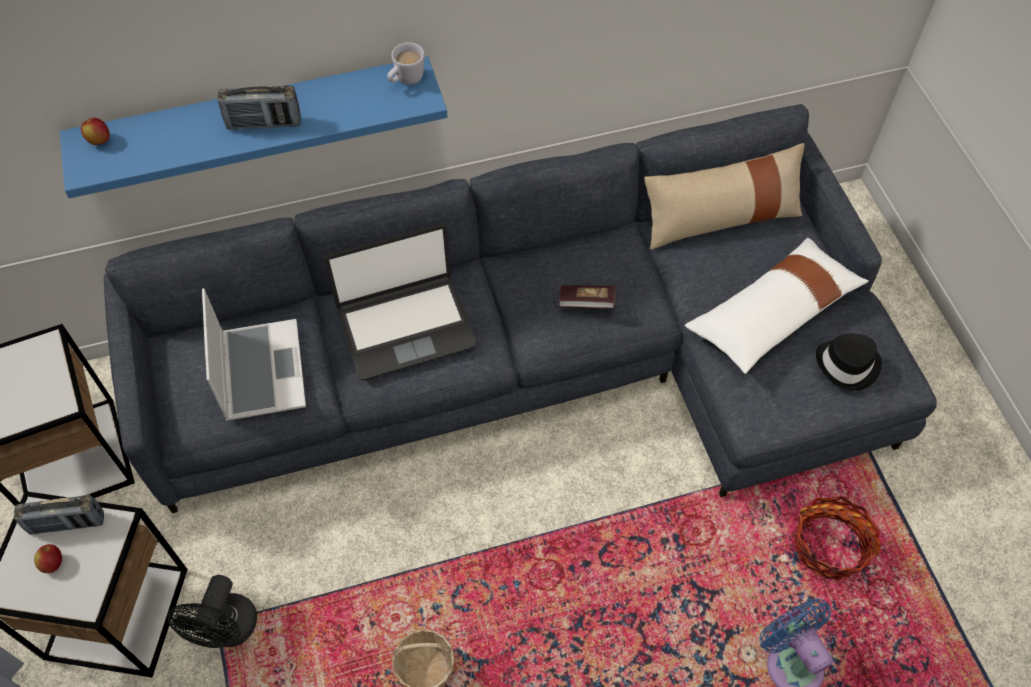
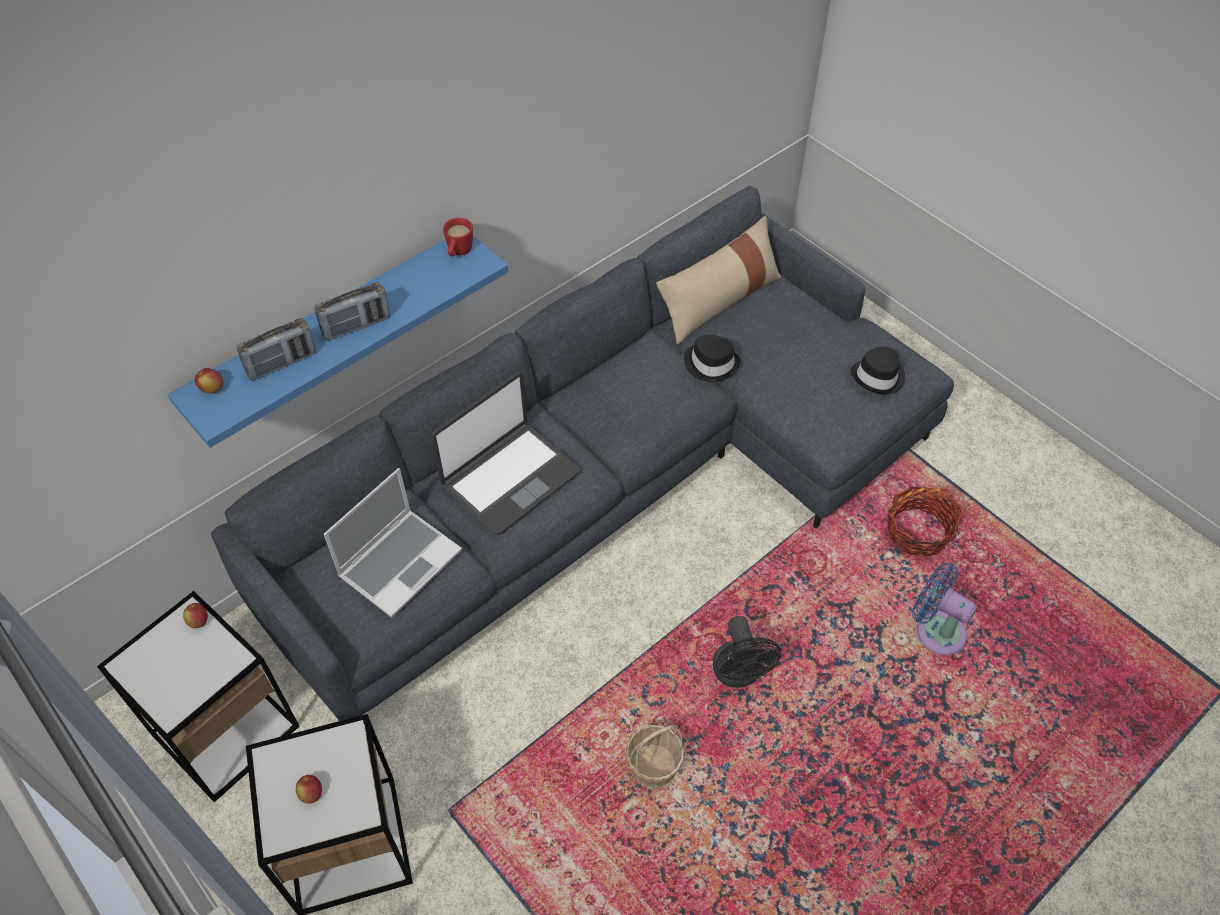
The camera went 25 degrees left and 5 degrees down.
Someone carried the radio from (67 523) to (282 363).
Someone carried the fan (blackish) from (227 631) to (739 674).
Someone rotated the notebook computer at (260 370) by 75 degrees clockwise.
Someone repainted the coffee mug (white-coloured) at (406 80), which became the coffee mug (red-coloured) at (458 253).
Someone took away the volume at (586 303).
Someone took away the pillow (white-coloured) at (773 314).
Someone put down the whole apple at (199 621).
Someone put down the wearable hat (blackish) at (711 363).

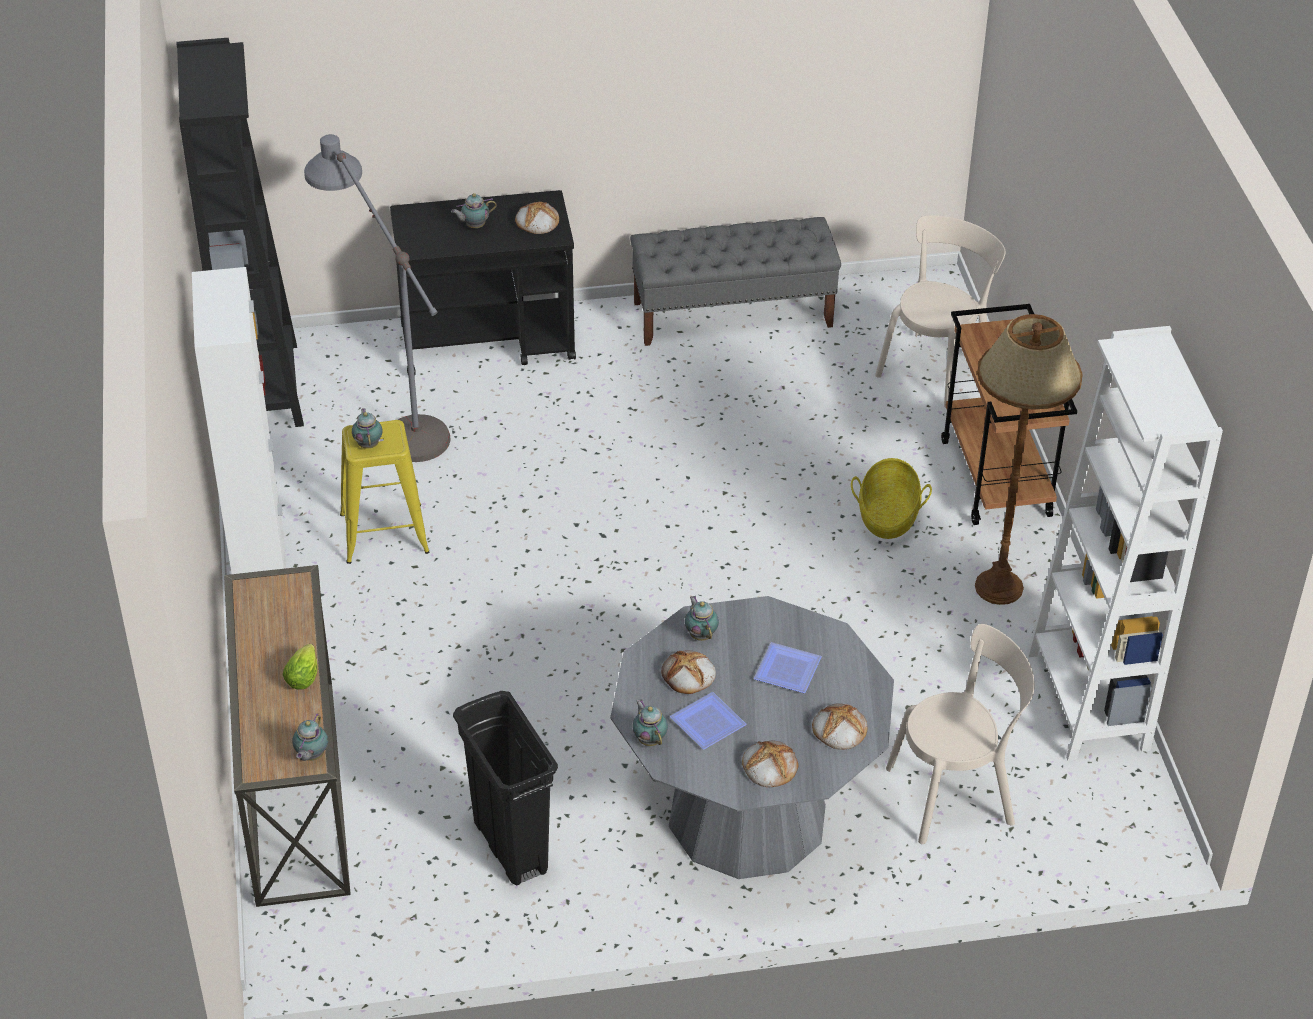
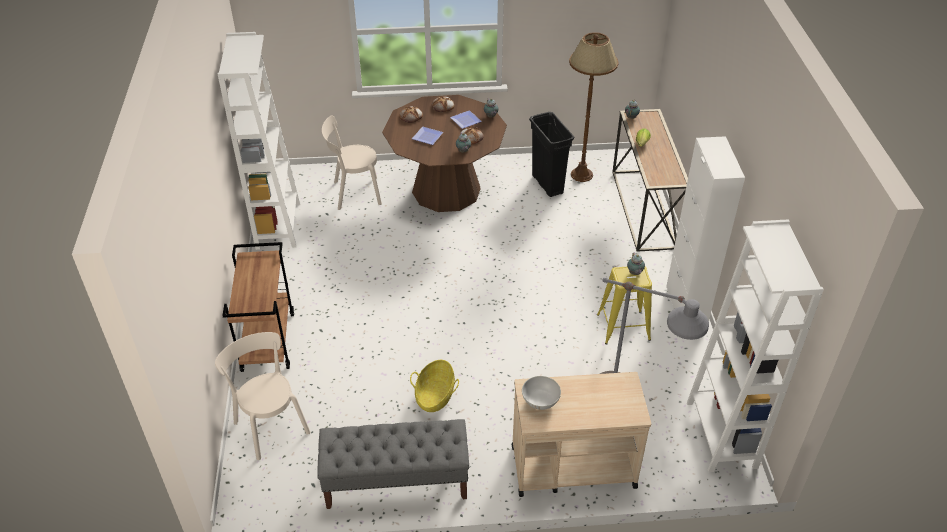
The camera went 175 degrees left and 0 degrees up.
Someone repainted the bookcase (blackish) at (263 388), which became the bookcase (white-coloured) at (721 434).
Someone repainted the wheeled cart (blackish) at (489 342), which became the wheeled cart (beige-coloured) at (572 466).
Someone took away the pot for tea at (474 226).
Someone swapped the baked bread at (537 221) for the bowl (white-coloured) at (540 401).
Someone repainted the dining table (grey) at (747 815), which became the dining table (brown) at (446 190).
Someone carried the basket from (888 516) to (435 395).
Someone rotated the upright chair (beige-coloured) at (936 367) by 105 degrees clockwise.
Someone carried the standing lamp (brown) from (998 587) to (582 174).

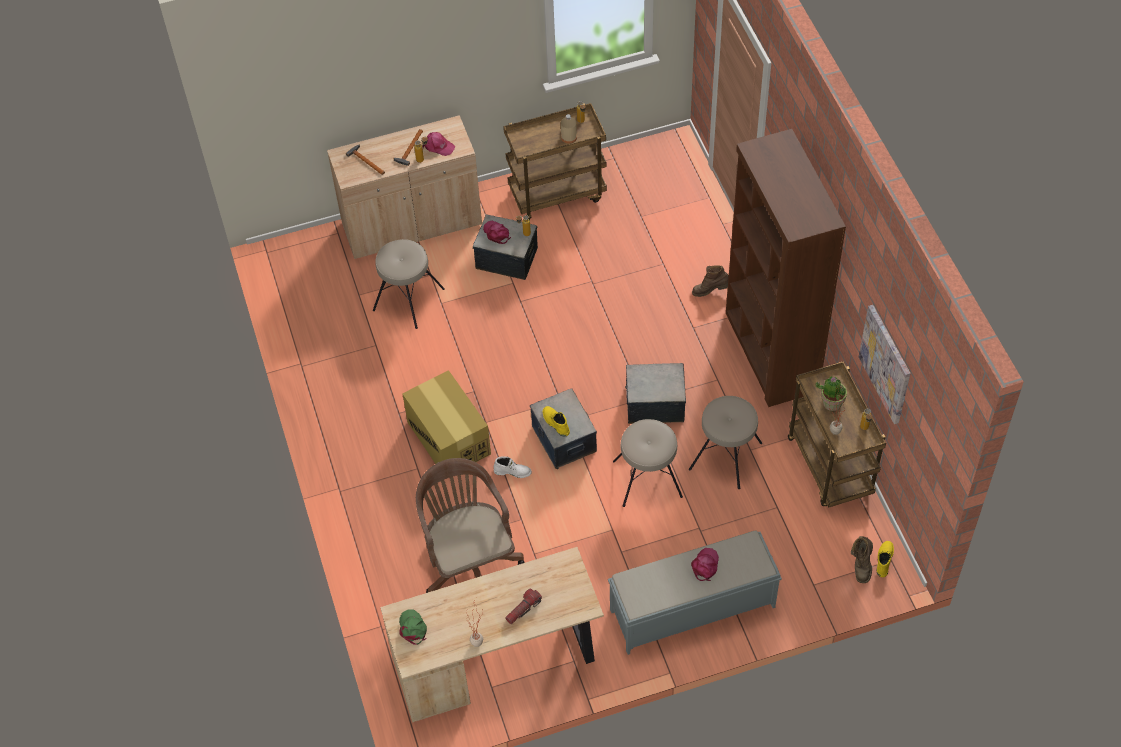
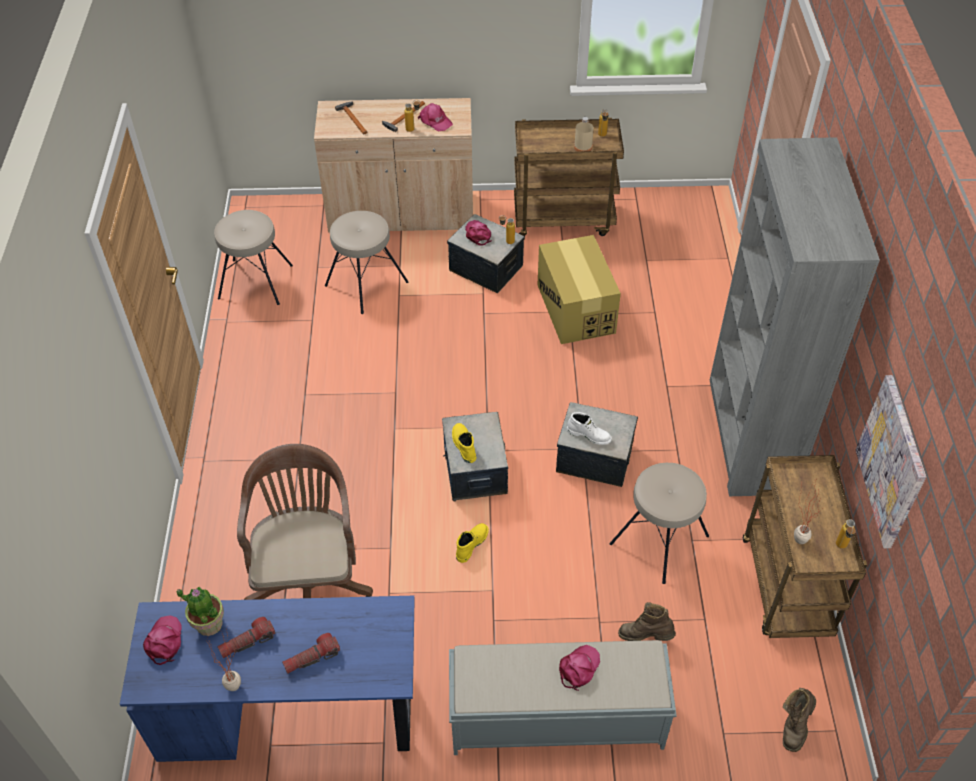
The camera went 15 degrees right and 5 degrees down.
Someone repainted the desk unit (beige-coloured) at (498 660), which became the desk unit (blue-coloured) at (292 713).
Someone repainted the peaked cap (greenish) at (412 628), which became the peaked cap (pink-coloured) at (164 642).
Someone carried the carton from (448 438) to (575 308).
Someone carried the tall boot (white-coloured) from (513 471) to (589 435).
Someone carried the stool seat (beige-coloured) from (647 479) to (255 282).
Someone carried the tall boot (brown) from (711 291) to (645 636).
Someone repainted the bookcase (brown) at (770 352), which became the bookcase (grey) at (749 435).
Someone carried the potted plant from (831 403) to (209 623).
Someone carried the tall boot (yellowish) from (883 560) to (471 544).
Someone put down the torch at (247 642).

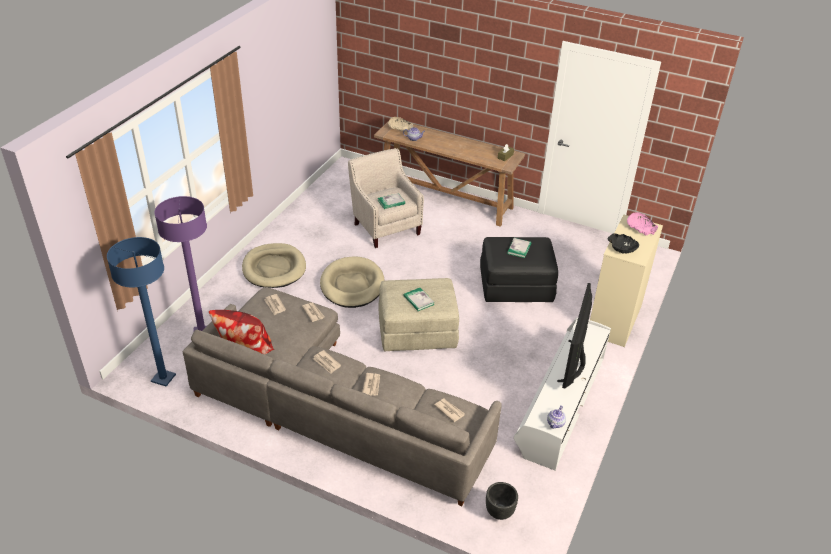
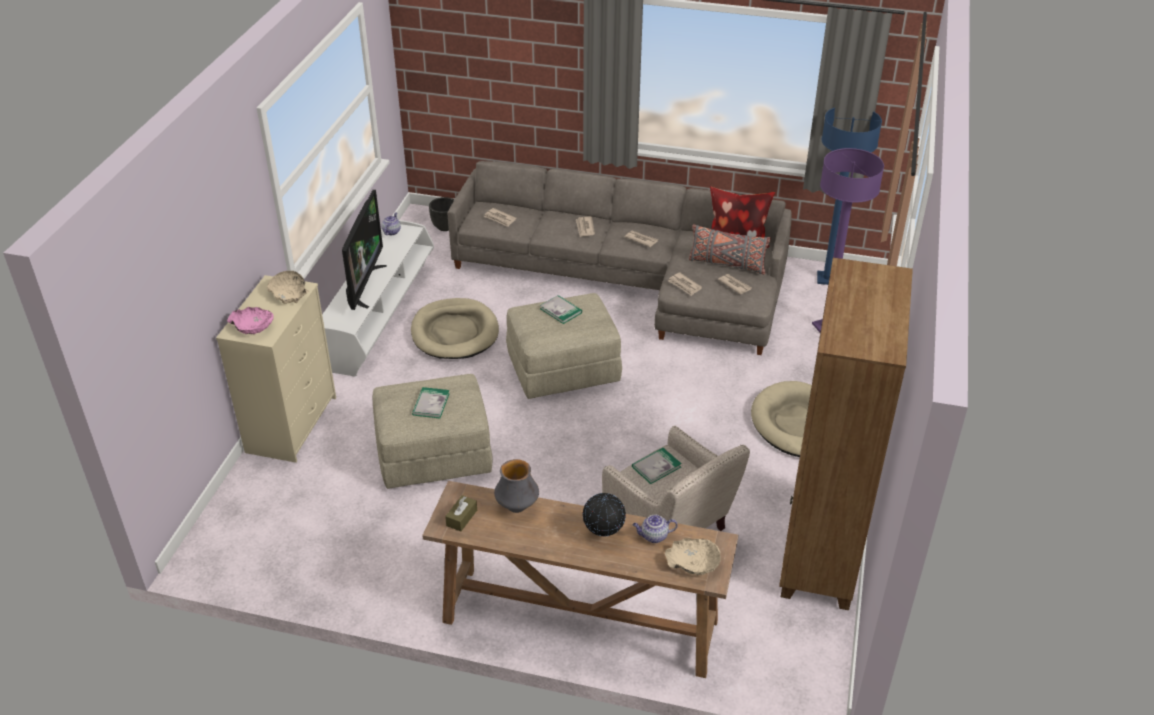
The camera went 170 degrees right and 0 degrees up.
Someone carried the pet bed (beige-coloured) from (352 285) to (455 332).
Someone repainted the pouffe (blackish) at (516 286), which became the pouffe (beige-coloured) at (433 455).
Someone repainted the bowl (blackish) at (622 248), which became the bowl (beige-coloured) at (289 293).
Someone put down the decorative vase at (517 507).
Someone put down the world globe at (603 533).
Someone put down the pillow (grey) at (727 264).
Someone put down the bookcase (brown) at (819 553).

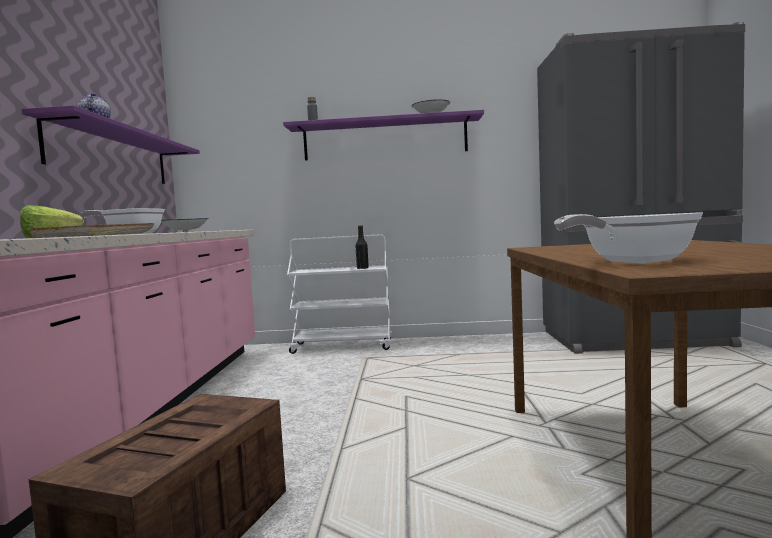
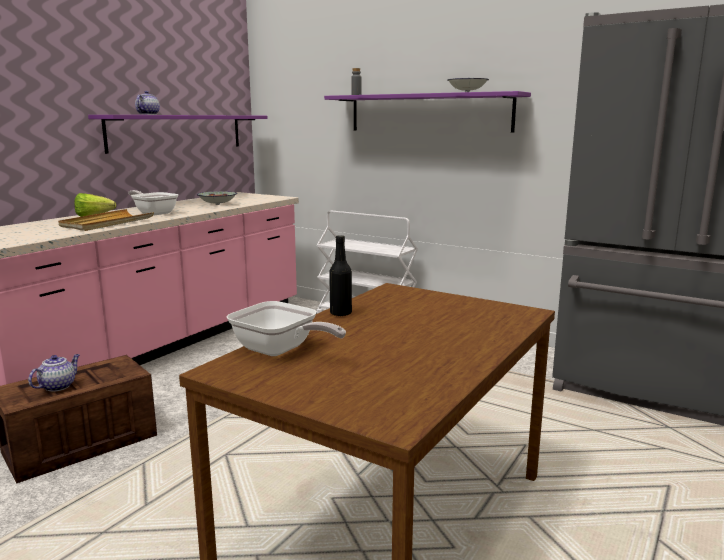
The camera went 30 degrees right and 10 degrees up.
Someone carried the beverage bottle (blackish) from (362 268) to (340 313).
Someone rotated the skillet at (630 262) by 150 degrees counterclockwise.
Someone put down the pot for tea at (58 386).

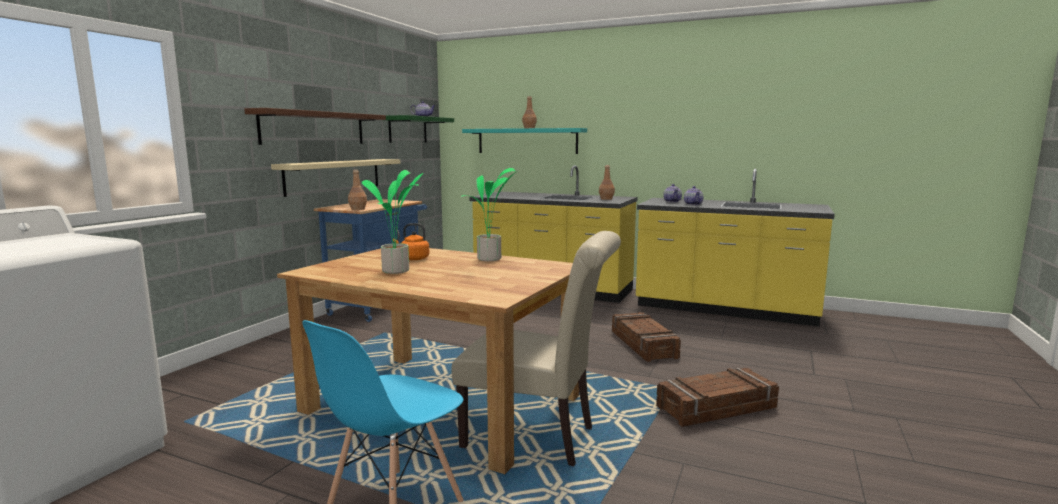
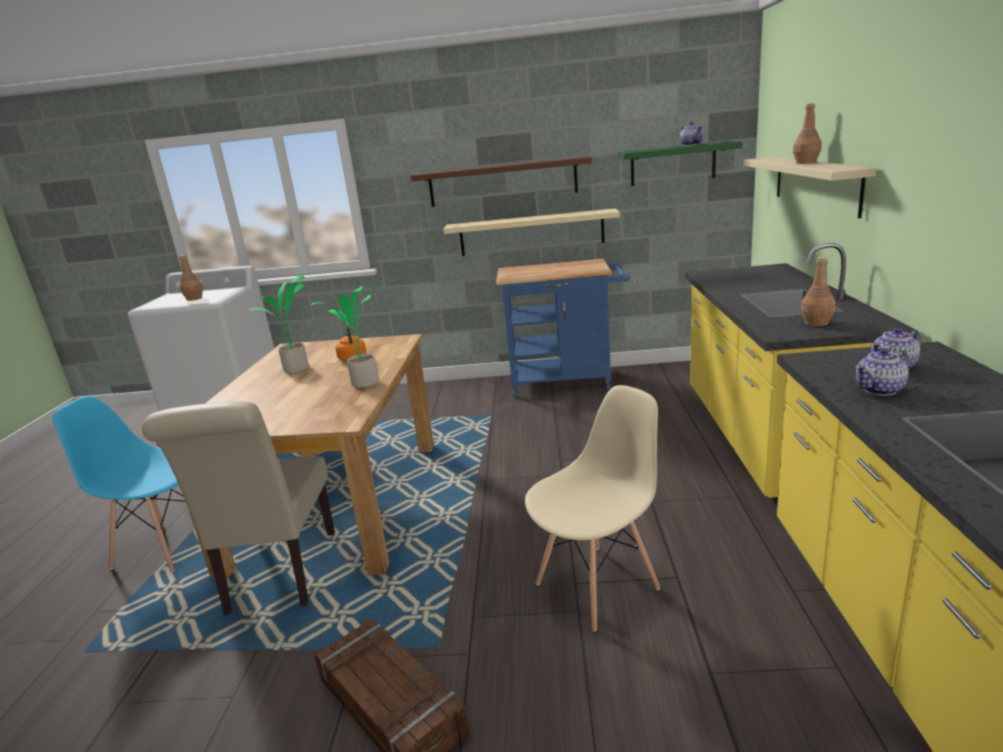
The camera went 70 degrees right and 10 degrees up.
Someone carried the beverage bottle (brown) from (358 209) to (194 298).
Someone repainted the shelf (turquoise) at (527 141), which became the shelf (beige-coloured) at (815 183).
Someone swapped the packing crate at (644 344) for the upright chair (beige-coloured) at (598 585).

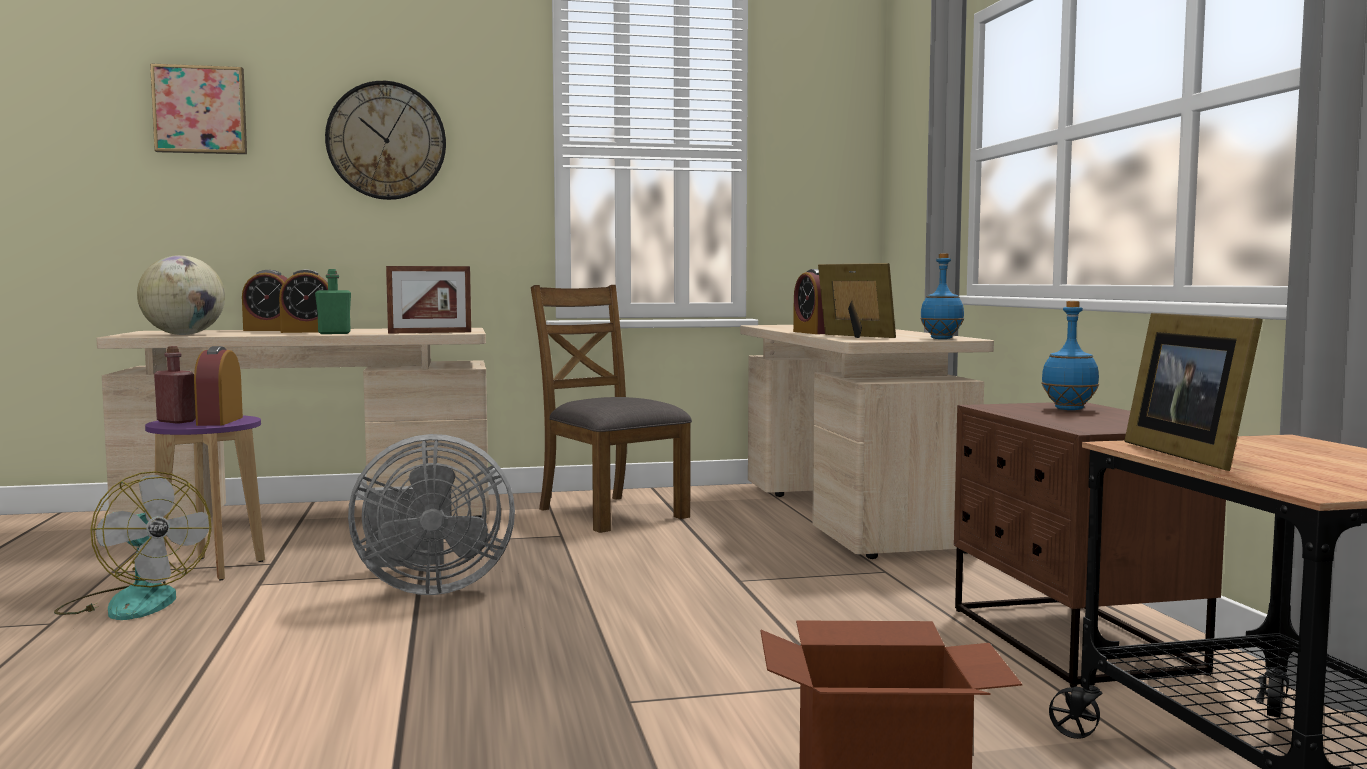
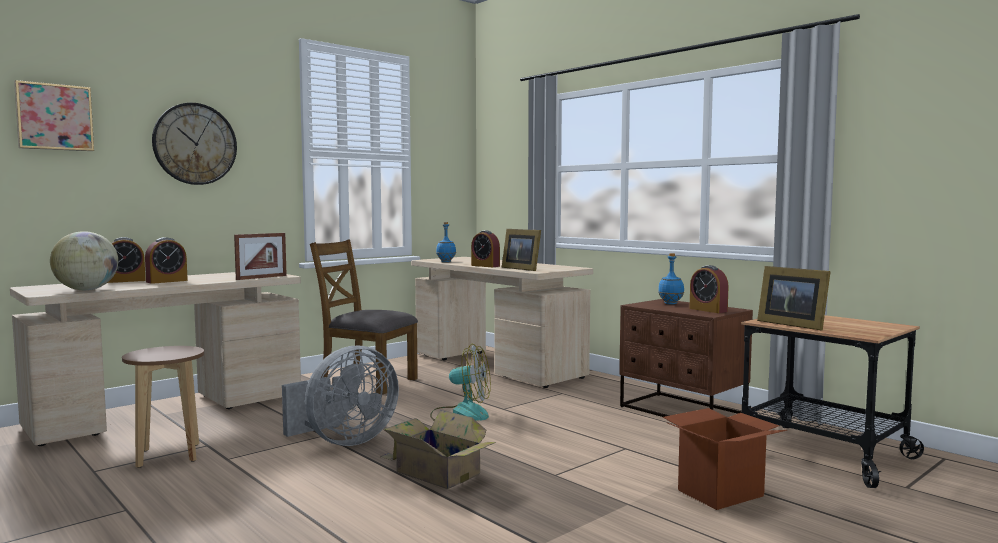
The camera went 30 degrees left and 0 degrees up.
Someone carried the fan from (133 602) to (461 413).
Someone repainted the stool seat (purple-coloured) at (210 568), which became the stool seat (brown) at (168 456).
Someone took away the beverage bottle (red-coloured) at (176 421).
Someone carried the bedside clock from (220 421) to (708 310).
Someone took away the beverage bottle (greenish) at (334 333).
Someone rotated the picture frame at (854 336) by 150 degrees counterclockwise.
Someone carried the beverage bottle (blue-coloured) from (941 338) to (446 262).
Someone put down the carton at (436 472).

